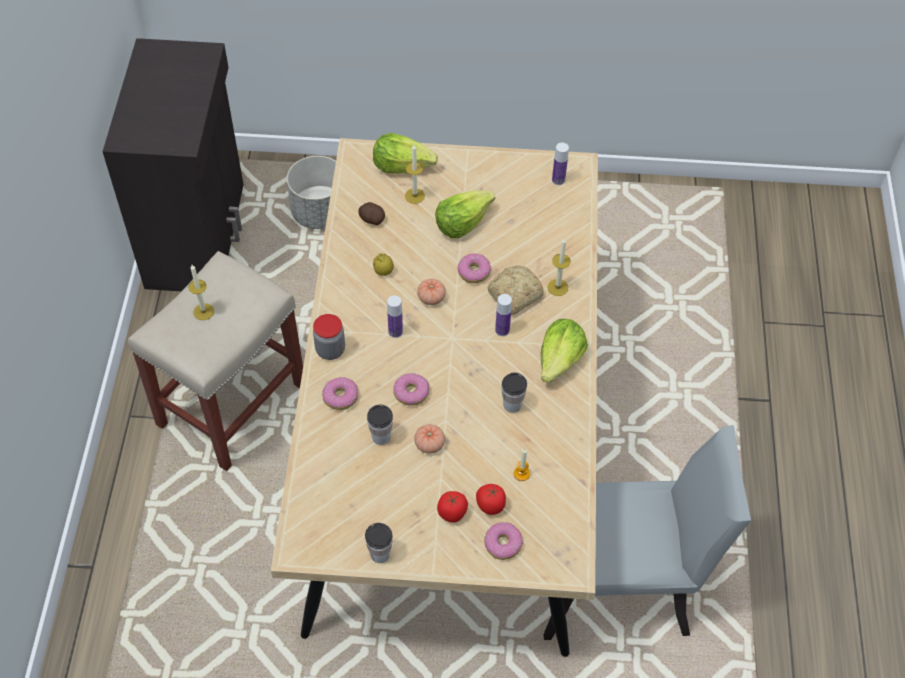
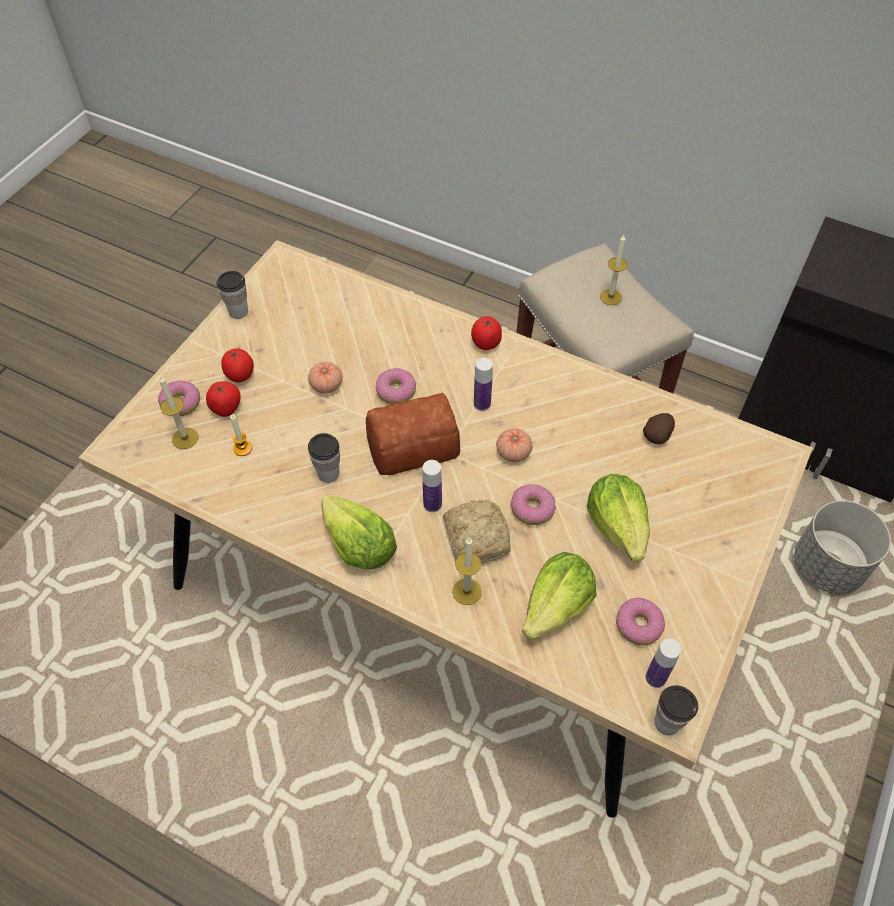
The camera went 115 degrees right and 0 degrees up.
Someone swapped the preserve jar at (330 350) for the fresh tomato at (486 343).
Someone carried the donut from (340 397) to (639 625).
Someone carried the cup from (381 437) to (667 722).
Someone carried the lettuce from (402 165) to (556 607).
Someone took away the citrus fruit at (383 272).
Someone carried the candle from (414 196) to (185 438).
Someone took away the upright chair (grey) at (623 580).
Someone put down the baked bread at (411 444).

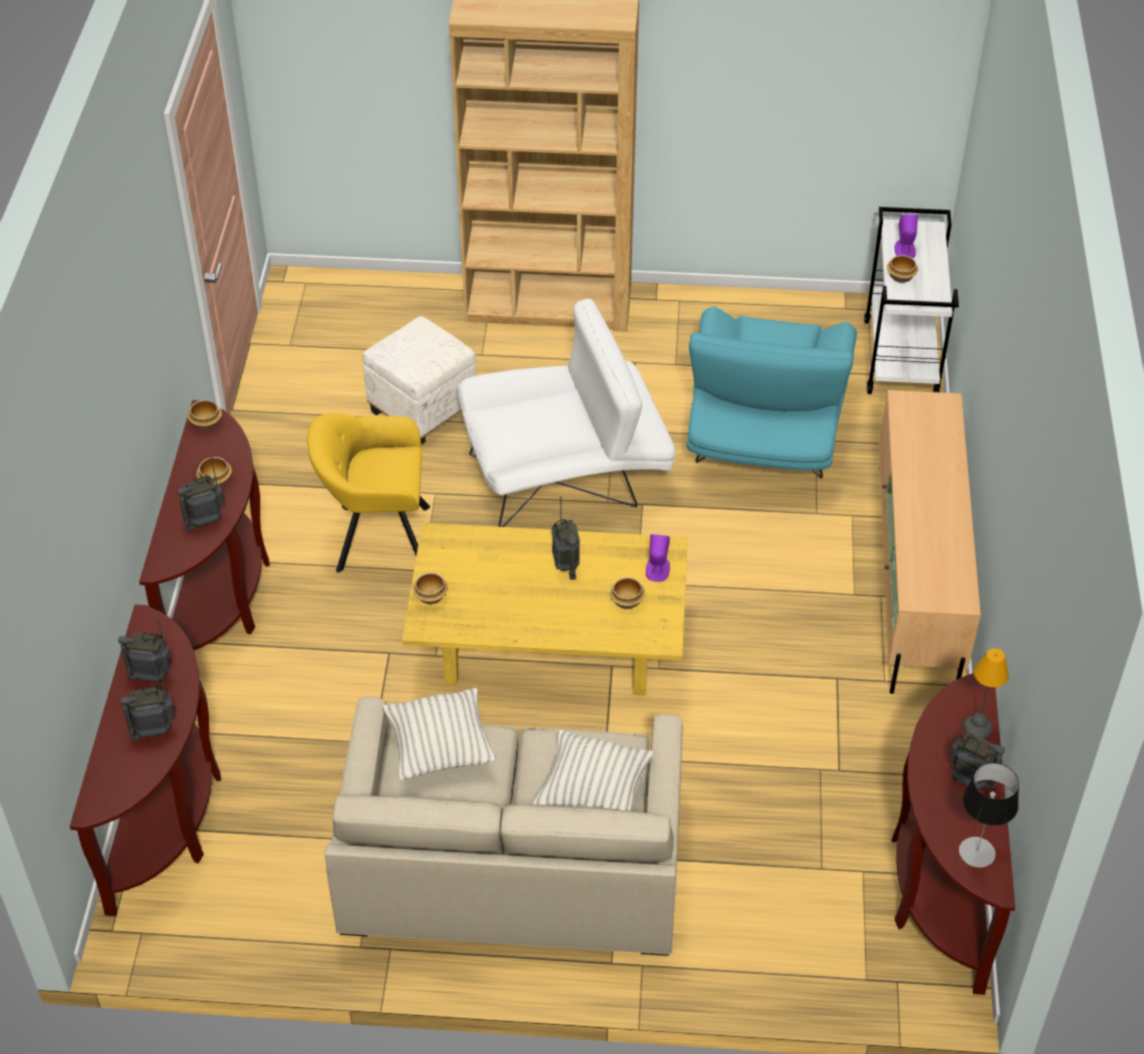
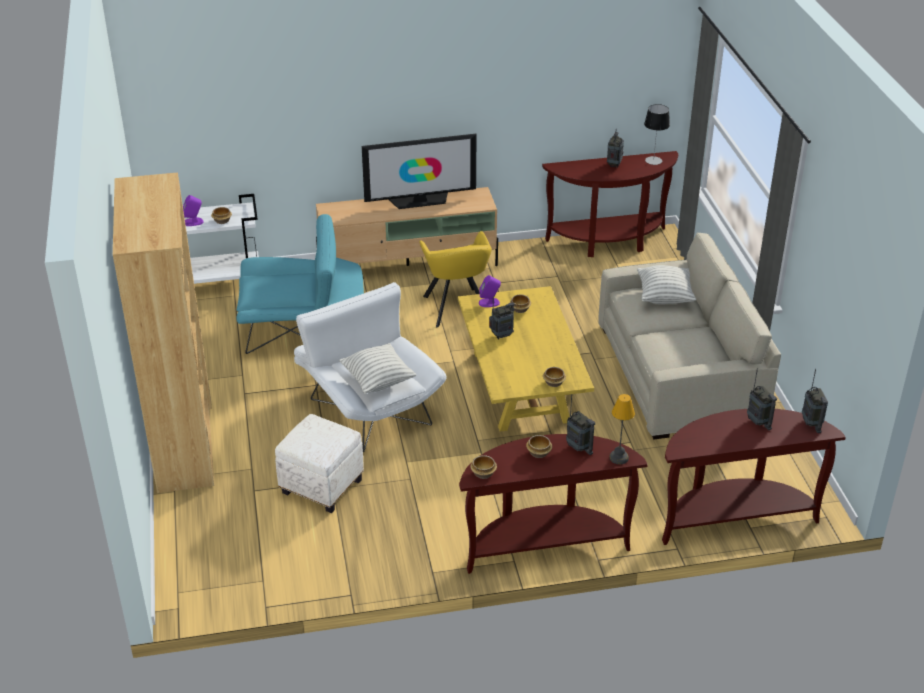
The camera went 105 degrees left and 10 degrees down.
Someone carried the radio from (152 676) to (811 423).
Someone carried the lounge chair (yellowish) from (377 537) to (457 309).
Someone carried the pillow from (440 749) to (378 381).
Someone carried the tabletop lamp from (977 728) to (619 458).
Someone put down the TV set at (420 201).

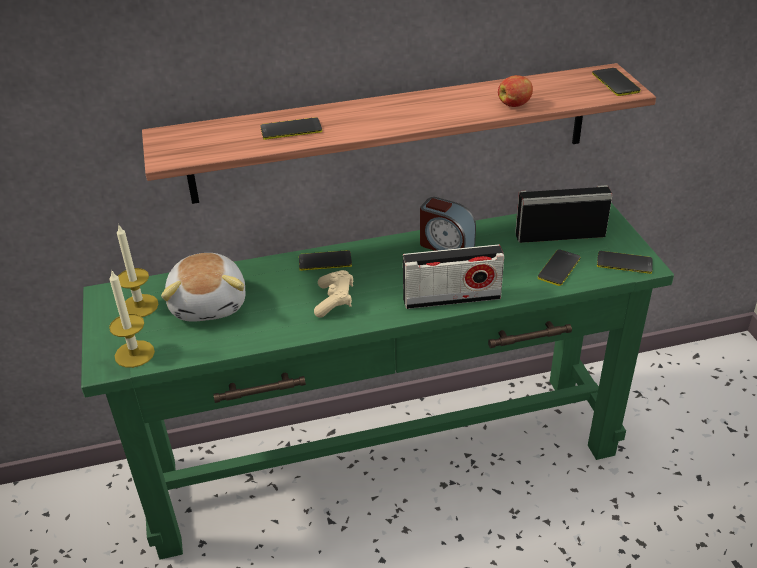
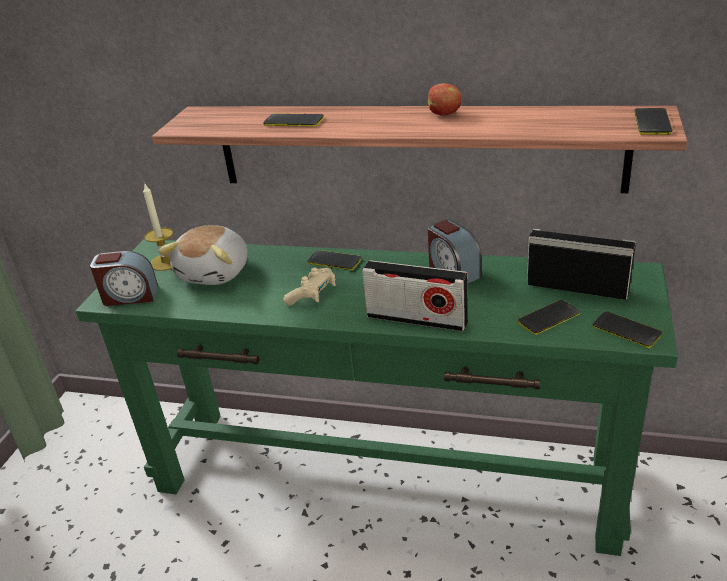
The camera went 30 degrees right and 5 degrees down.
Someone swapped the candle at (134 354) for the bedside clock at (130 296).
Someone carried the whole apple from (514 104) to (444 114).

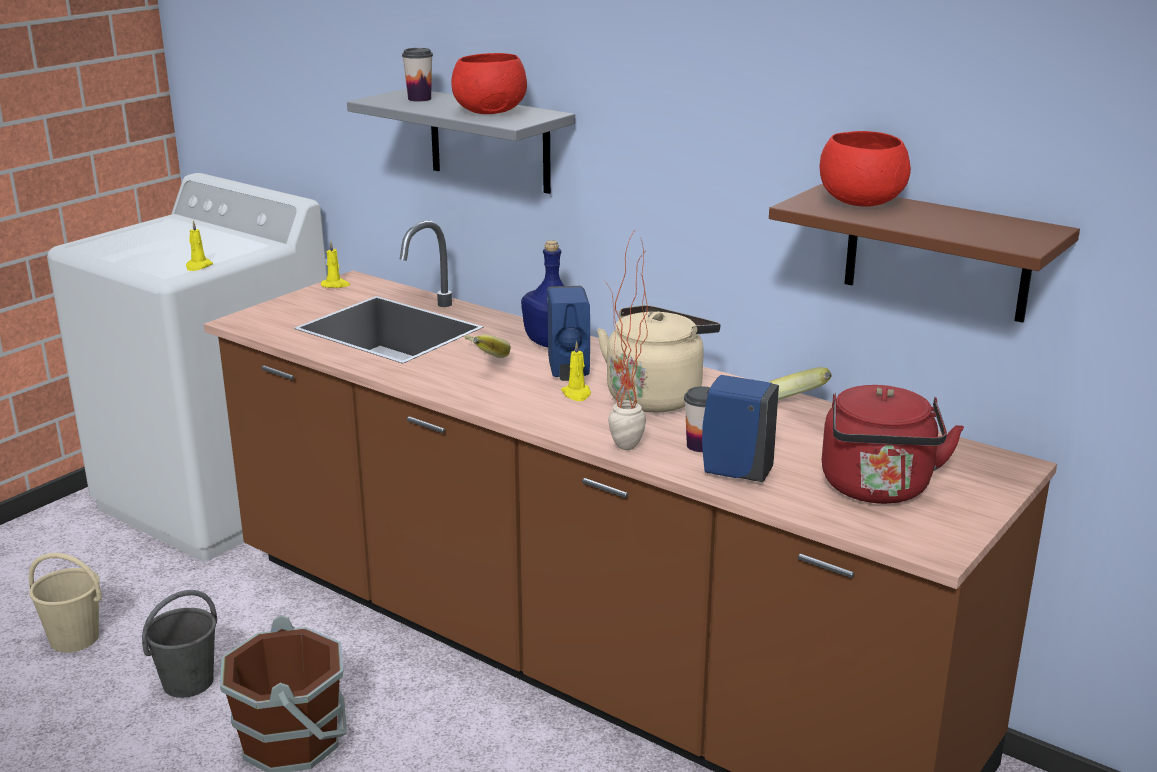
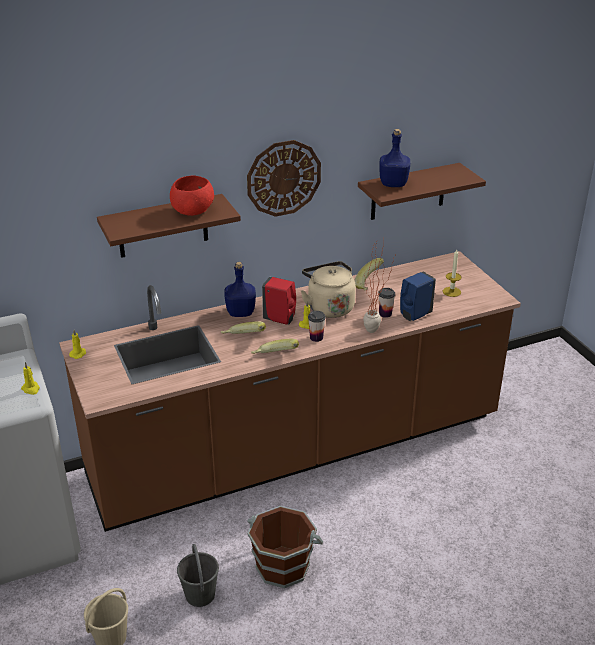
The camera went 60 degrees left and 10 degrees up.
Someone repainted the shelf (grey) at (489 141), which became the shelf (brown) at (163 226).
Someone carried the cup from (419 99) to (316 337).
Someone repainted the soap dispenser (blue-coloured) at (568 371), which became the soap dispenser (red-coloured) at (280 319).
Someone swapped the bowl (red-coloured) at (860 202) for the beverage bottle (blue-coloured) at (393 184).
Someone swapped the tea kettle (red-coloured) at (877 490) for the candle at (451 292).
Someone put up the clock on the wall at (283 178).
Someone put down the banana fruit at (275 358).

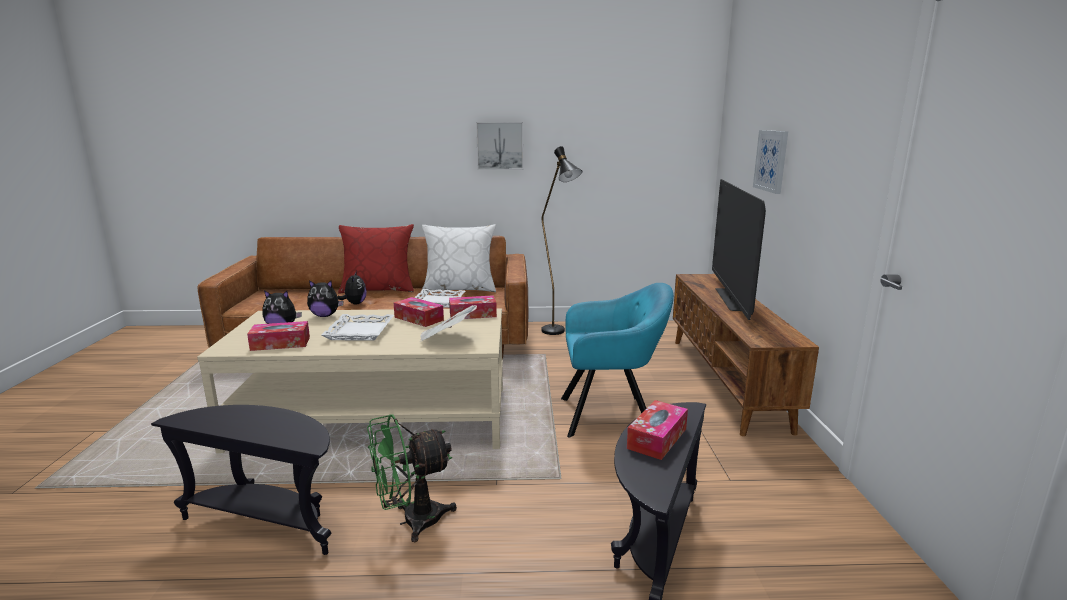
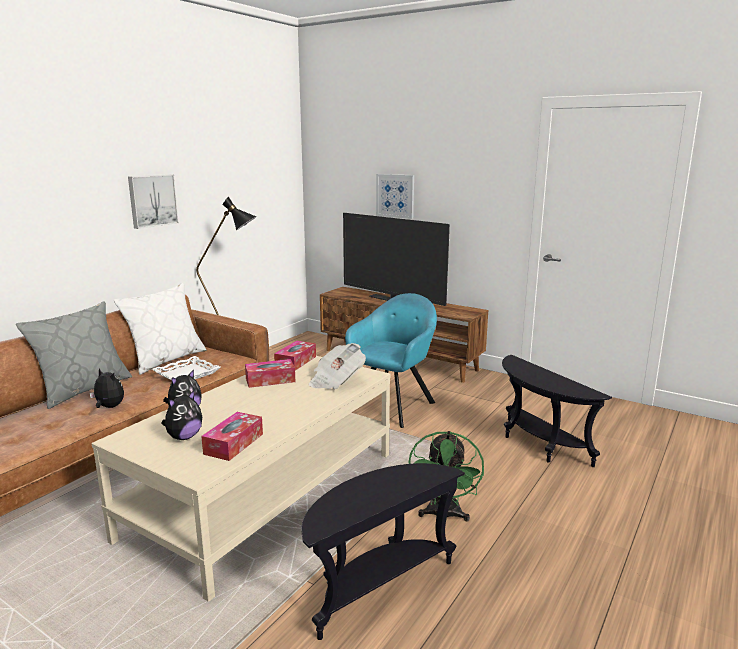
The camera went 55 degrees left and 0 degrees up.
Someone took away the serving tray (white-coloured) at (360 332).
Someone repainted the pillow (red-coloured) at (378 289), which became the pillow (grey) at (83 389).
Someone took away the tissue box at (657 438).

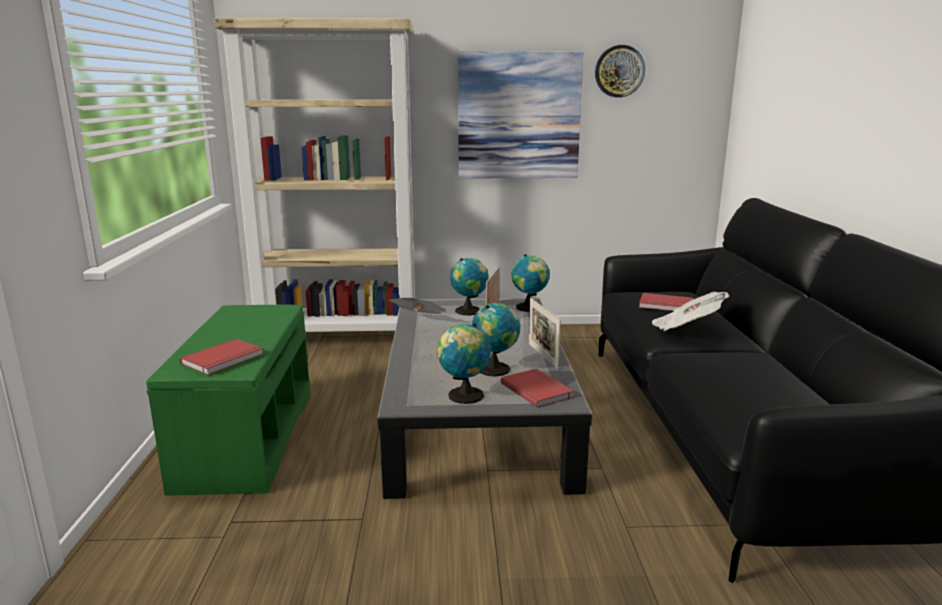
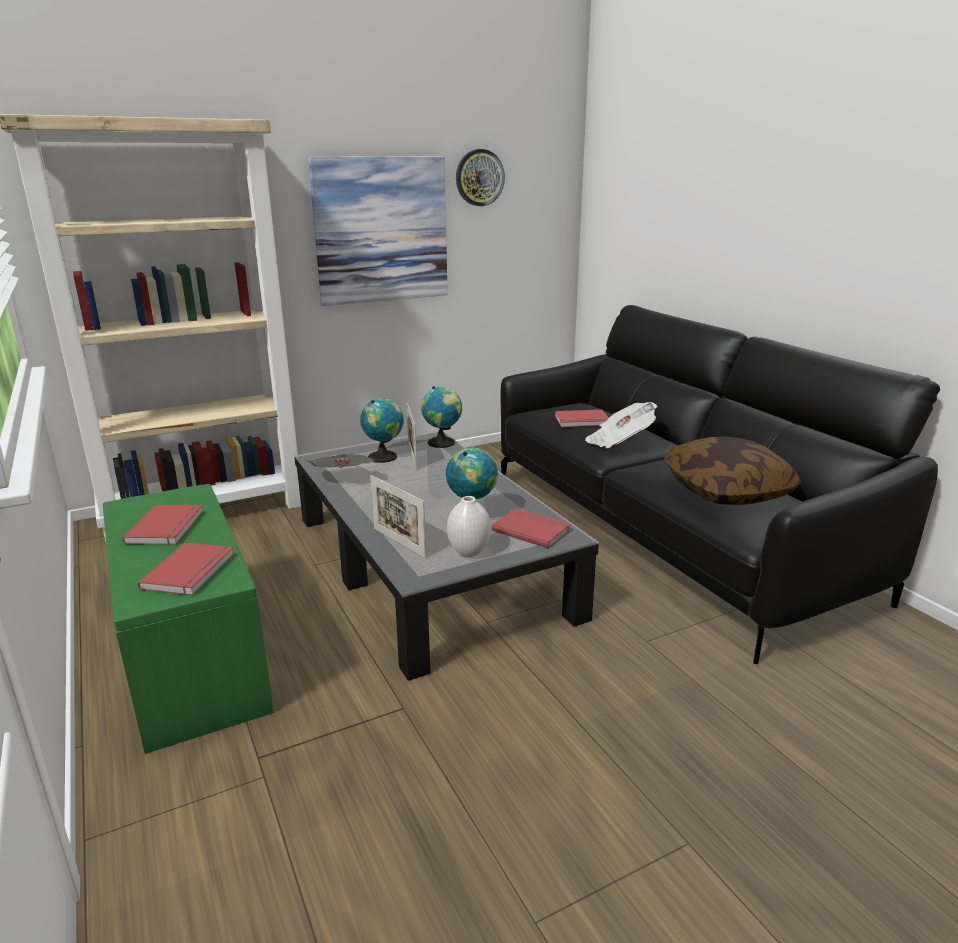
The camera went 25 degrees left and 5 degrees up.
Someone swapped the world globe at (463 396) for the decorative vase (white-coloured) at (469 553).
Someone carried the picture frame from (542 356) to (399 542).
Someone put down the volume (red-coloured) at (168 527).
Someone put down the pillow at (727 491).

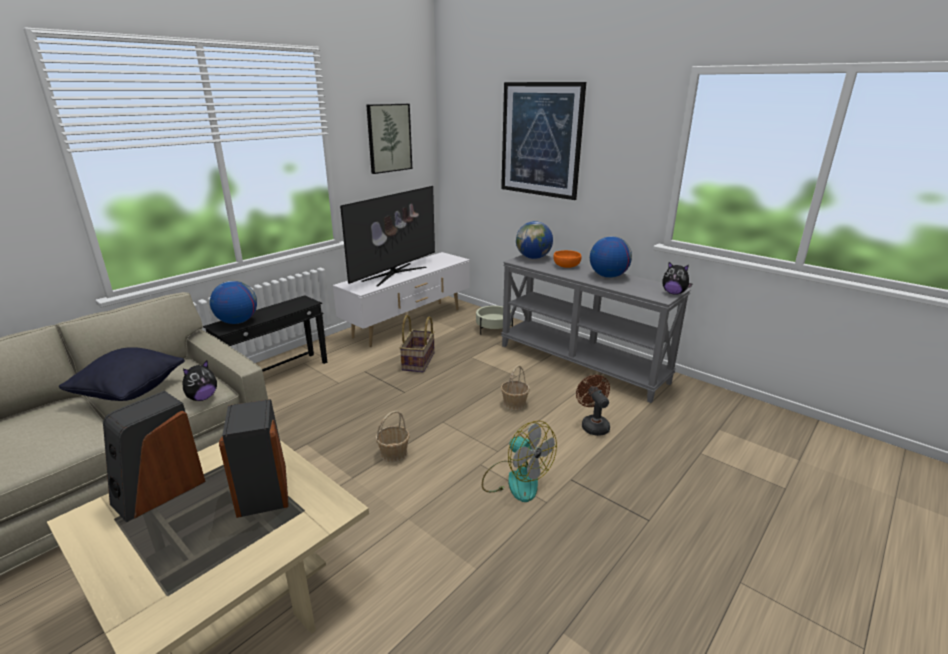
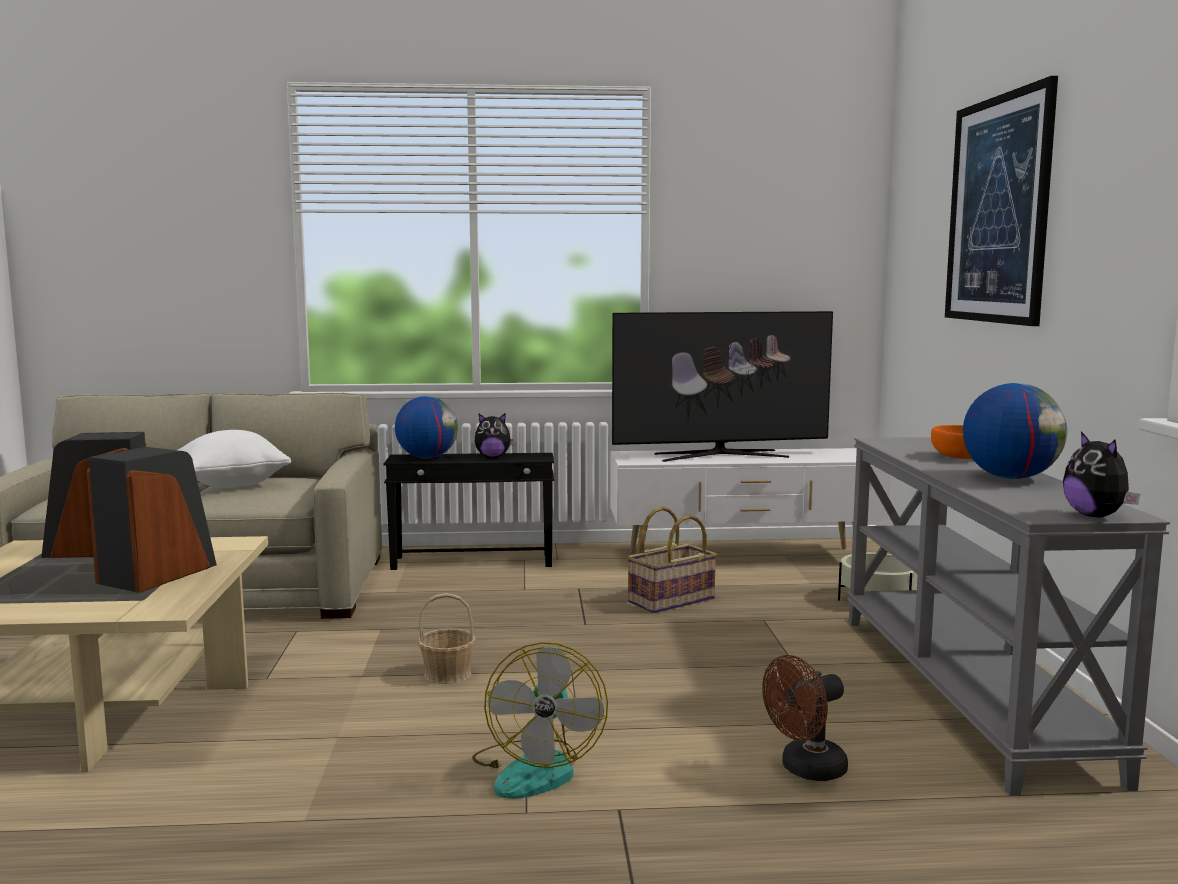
The camera went 45 degrees right and 15 degrees down.
Someone repainted the pillow (blackish) at (130 392), which became the pillow (white-coloured) at (231 485).
Someone carried the soft toy from (202 398) to (493 457).
Someone took away the wall picture at (389 138).
Someone took away the basket at (514 403).
Someone took away the world globe at (533 258).
Someone rotated the fan (brown) at (593 425) by 150 degrees counterclockwise.

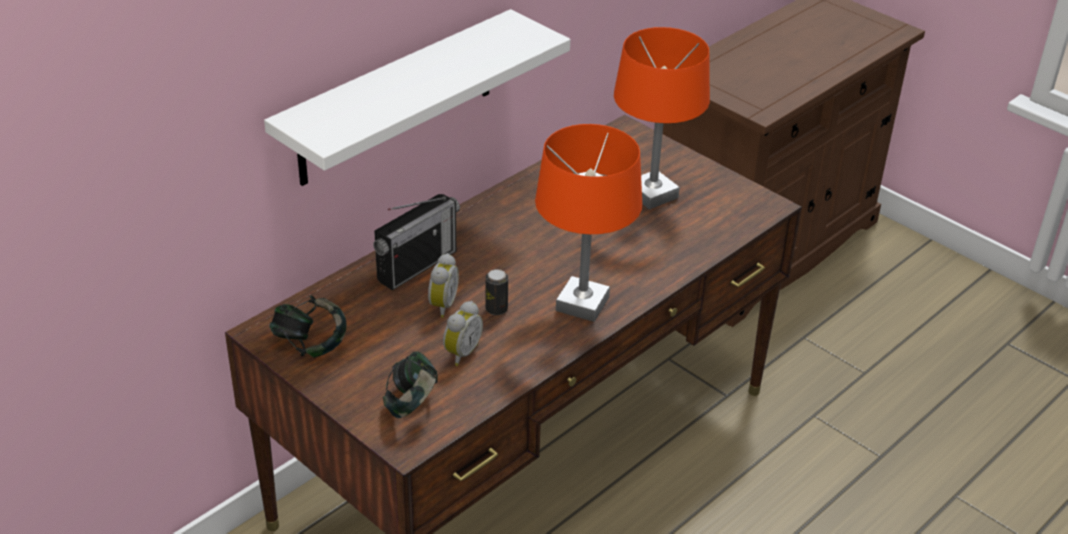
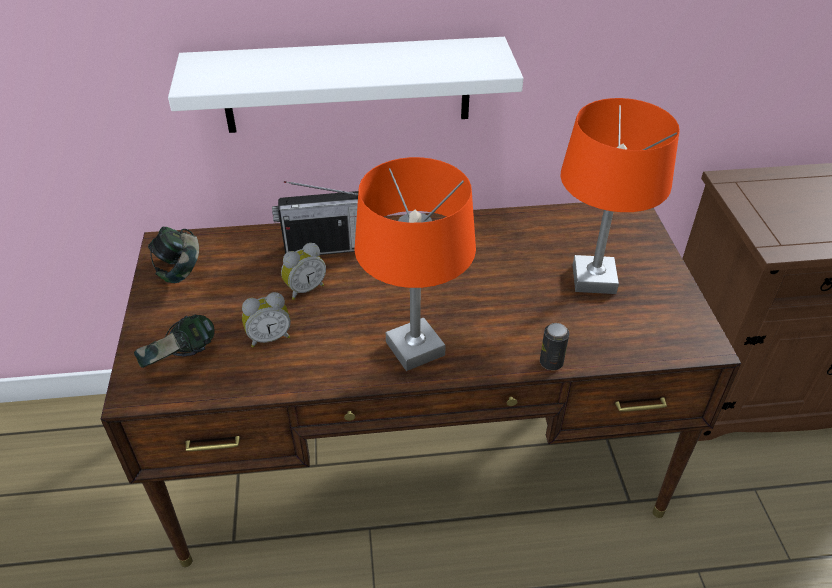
The camera went 40 degrees right and 5 degrees up.
Someone carried the metal can from (496 309) to (551 362).

